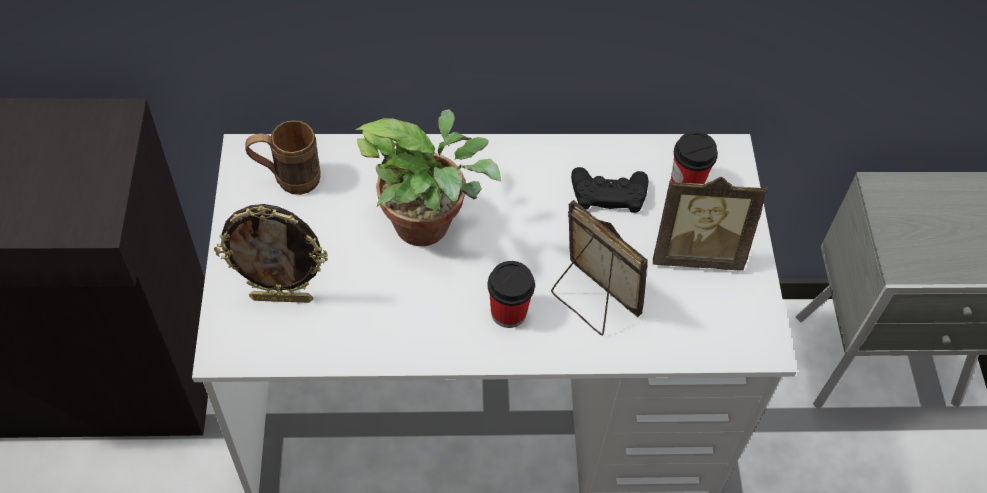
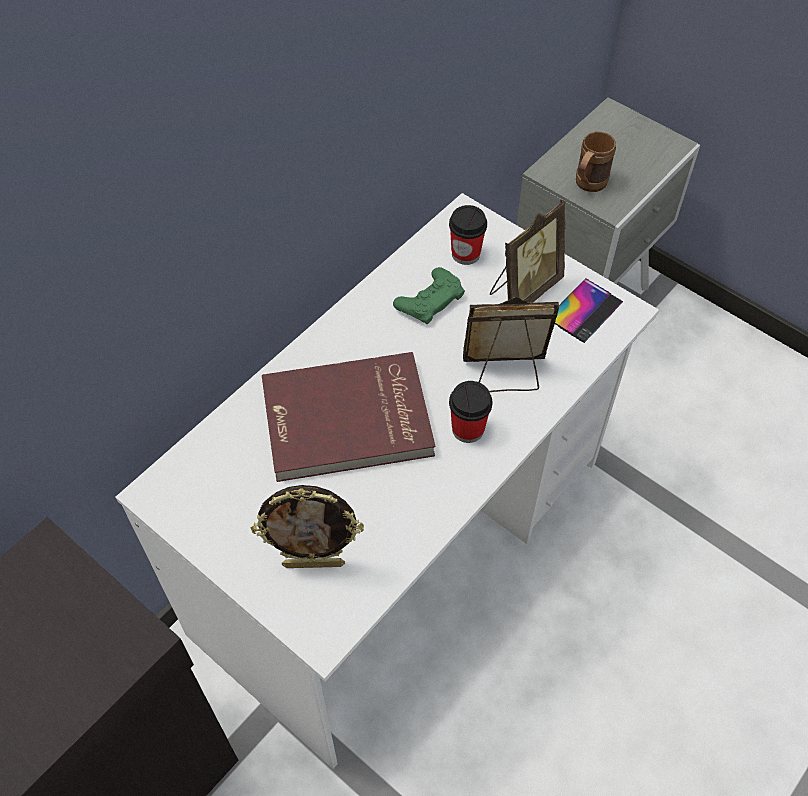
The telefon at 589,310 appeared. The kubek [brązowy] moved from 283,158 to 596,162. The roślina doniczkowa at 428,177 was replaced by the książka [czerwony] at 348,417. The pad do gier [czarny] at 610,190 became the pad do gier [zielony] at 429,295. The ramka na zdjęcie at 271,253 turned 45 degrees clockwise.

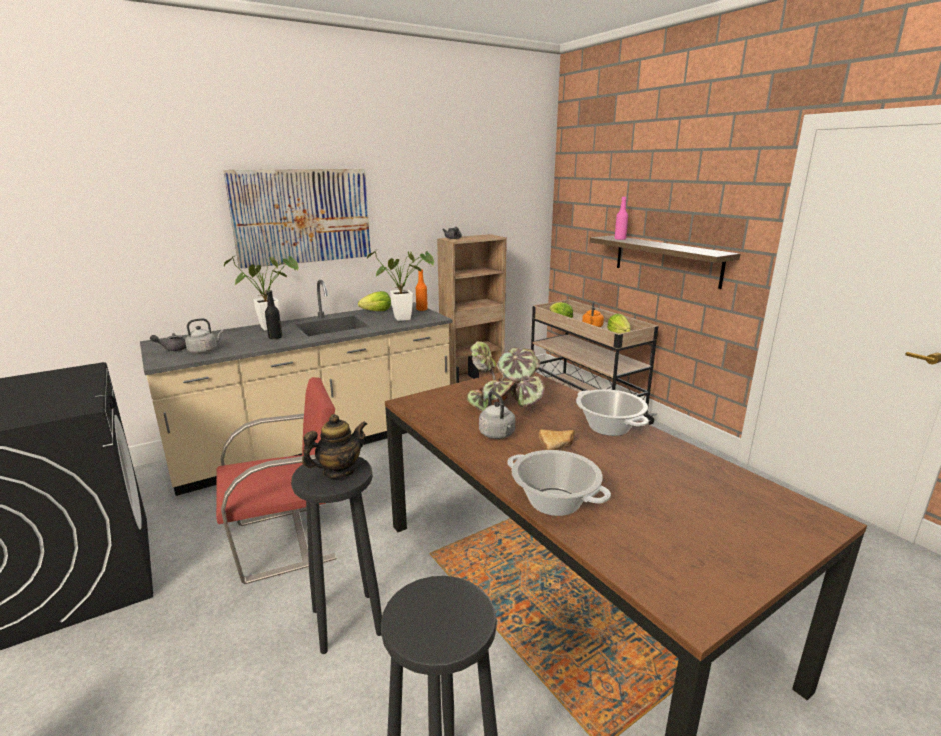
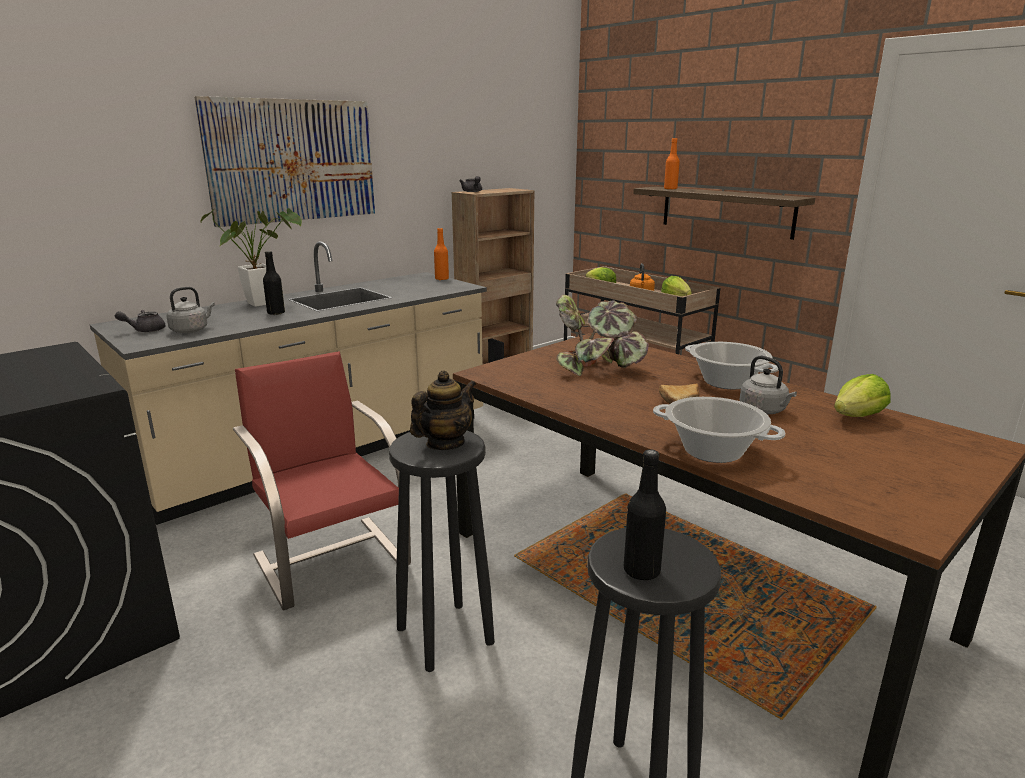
The roślina doniczkowa at 400,285 disappeared. The butelka [czarny] at 645,514 appeared. The sałata moved from 374,301 to 862,395. The czajnik [szary] moved from 497,415 to 768,385. The butelka [różowy] at 621,218 became the butelka [pomarańczowy] at 672,164. The krzesło [czerwony] at 276,480 turned 90 degrees counterclockwise.

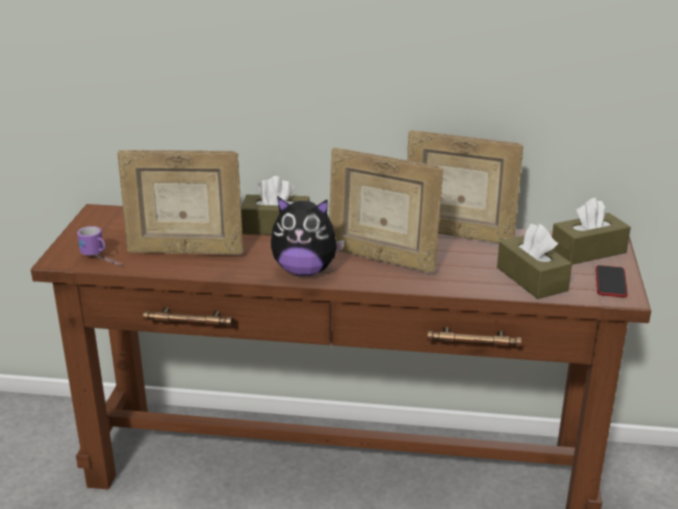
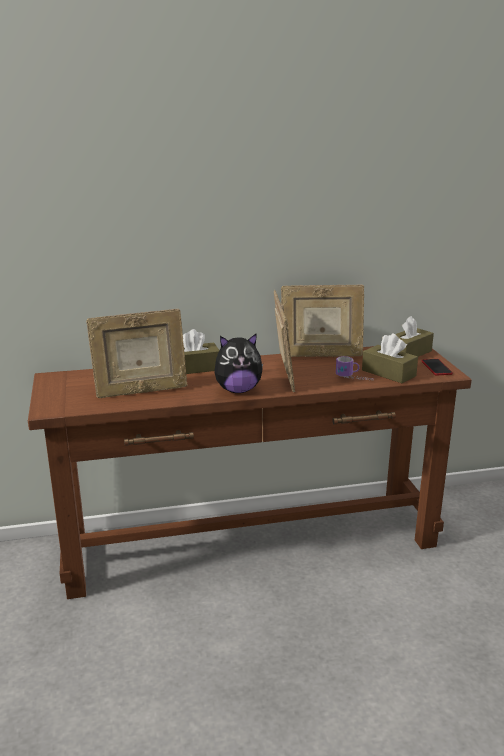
The kubek moved from 99,246 to 354,368. The ramka na zdjęcie at 386,210 turned 105 degrees counterclockwise.

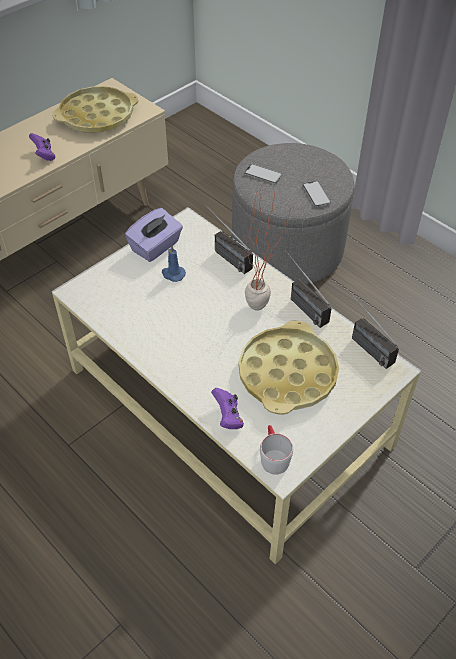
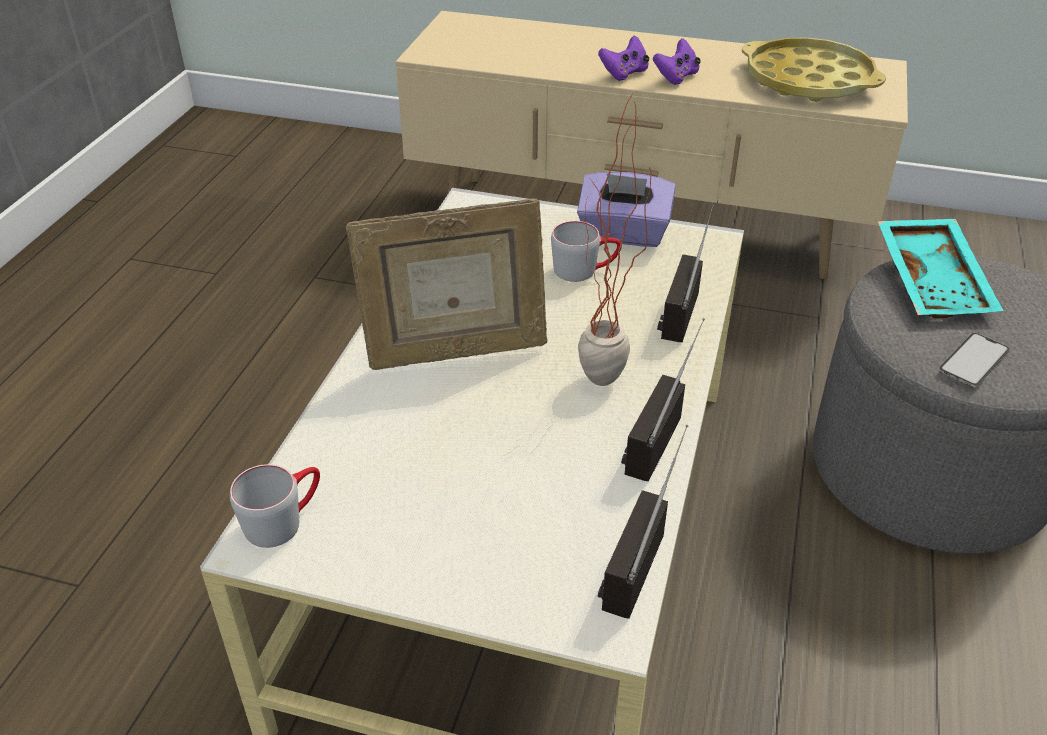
The taca [żółty] at 289,367 disappeared. The ramka na zdjęcie at 447,284 appeared. The pad do gier [fioletowy] moved from 227,408 to 623,58. The świeca [niebieski] at 174,263 was replaced by the kubek [szary] at 586,251. The telefon at 263,174 was replaced by the taca [turkusowy] at 940,268.

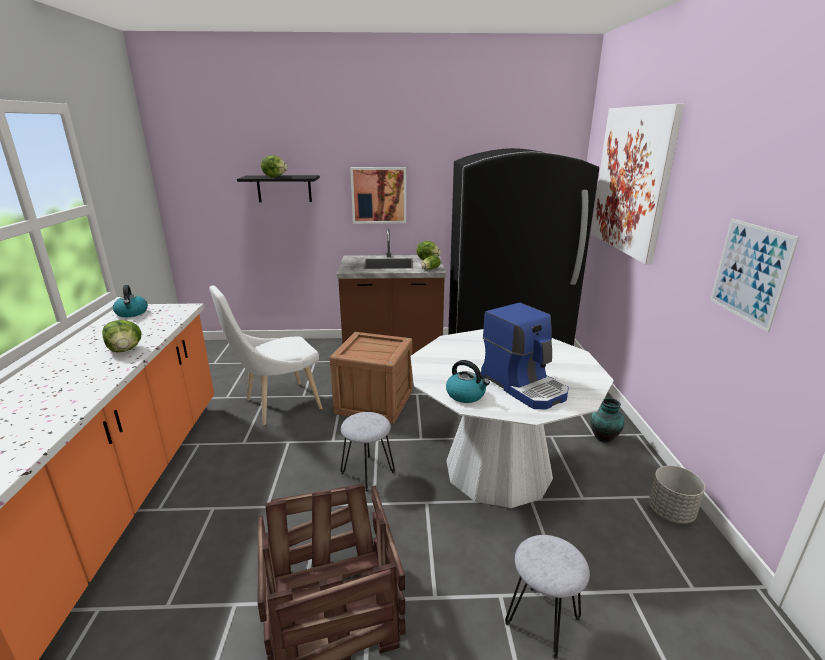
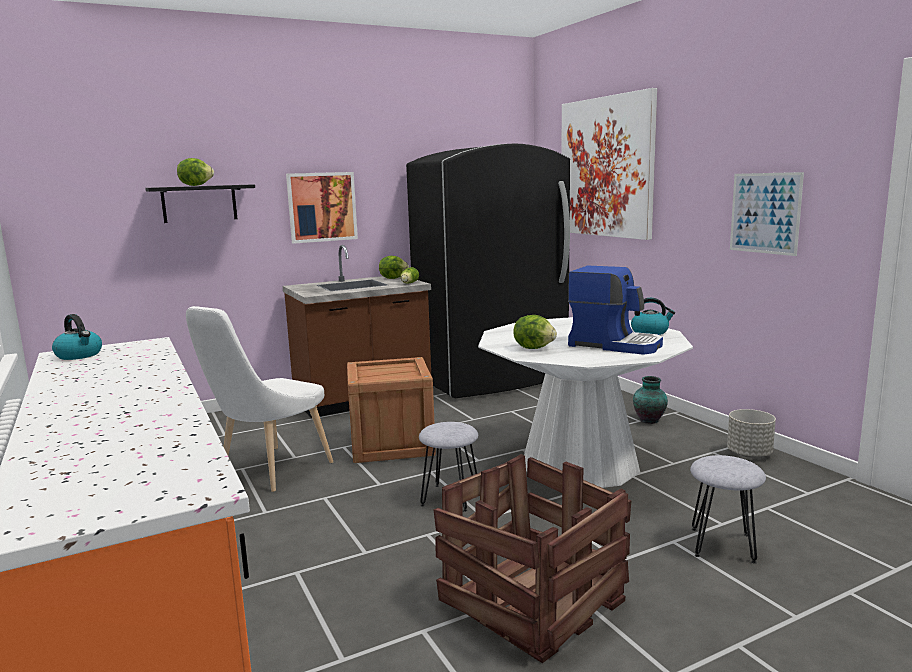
The sałata moved from 122,336 to 535,332. The czajnik moved from 468,381 to 653,316.

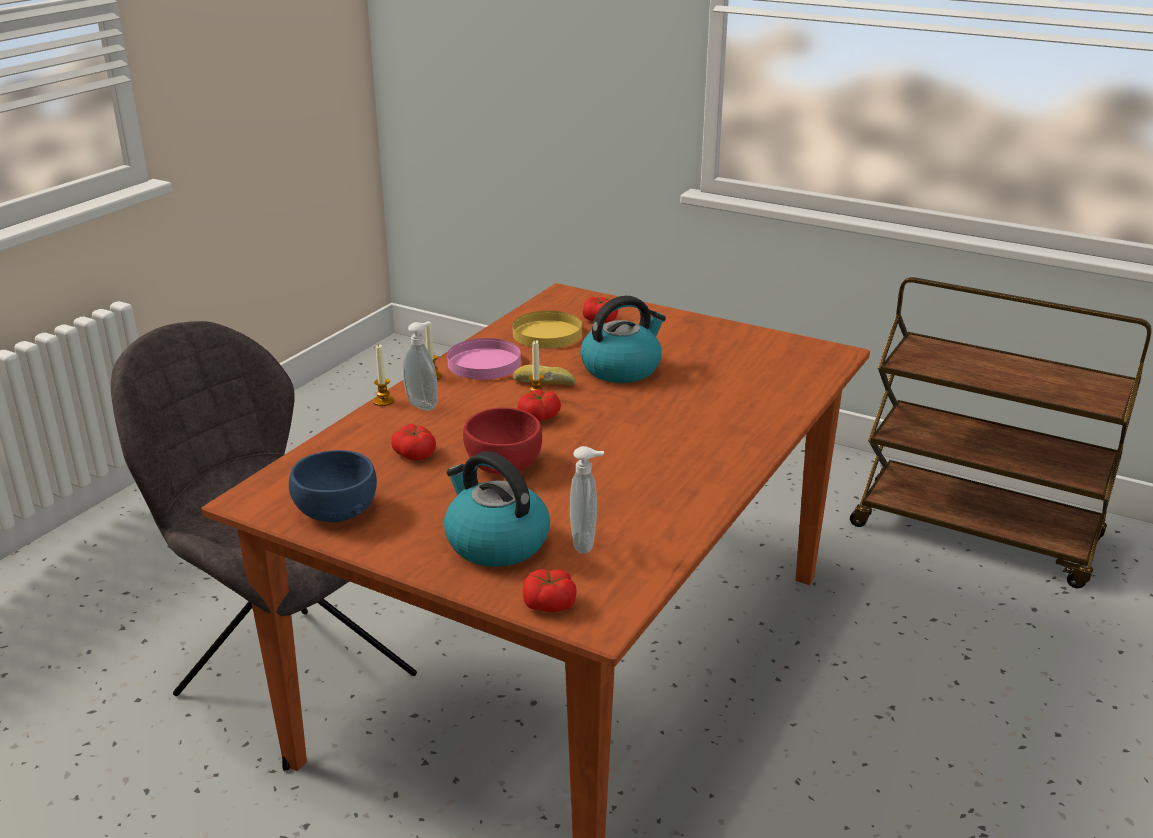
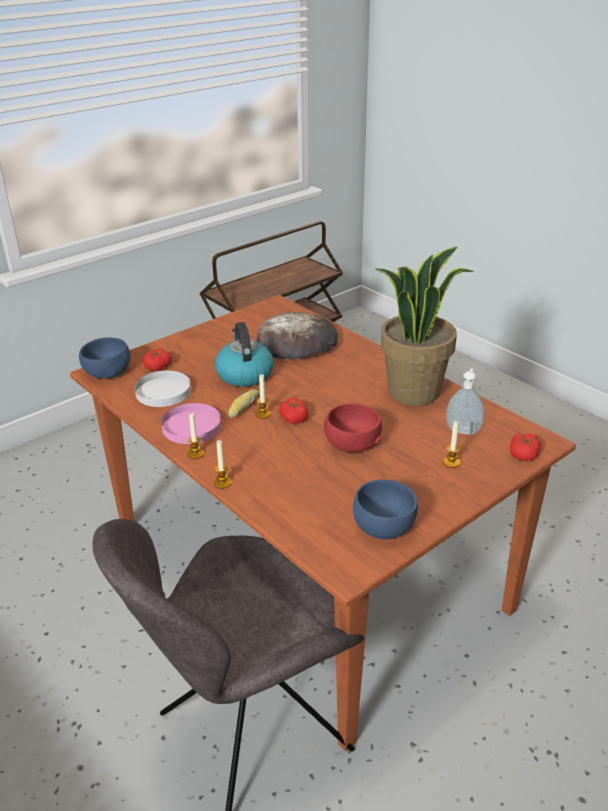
The pomidor at 413,442 disappeared. The dozownik mydła at 420,366 disappeared. The miska [niebieski] at 105,358 appeared. The chleb at 297,336 appeared. The roślina doniczkowa at 425,326 appeared. The czajnik at 497,509 was replaced by the świeca at 452,444. The talerz [żółty] at 547,330 became the talerz [biały] at 163,389.

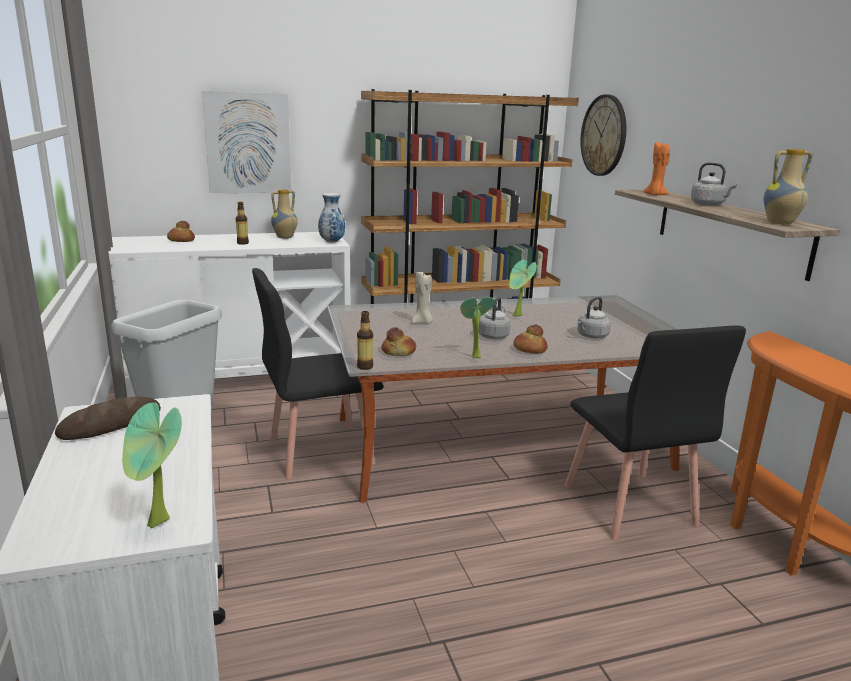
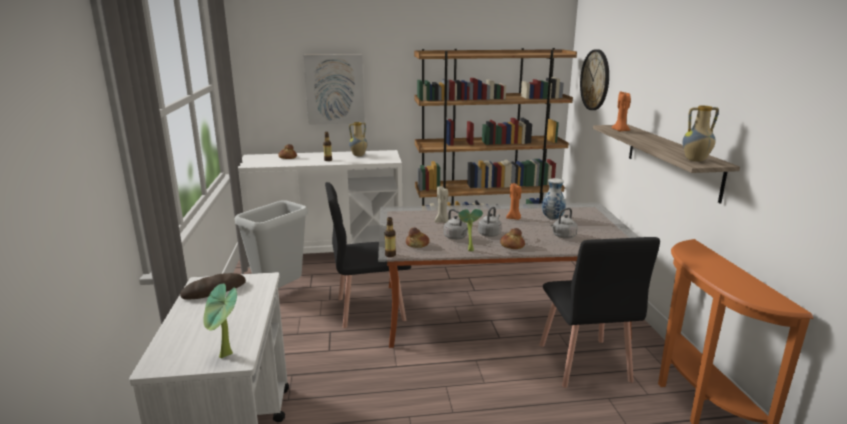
The wazon moved from 331,218 to 554,199. The czajnik [szary] moved from 714,184 to 456,224. The roślina doniczkowa at 523,288 was replaced by the świeca [pomarańczowy] at 513,201.

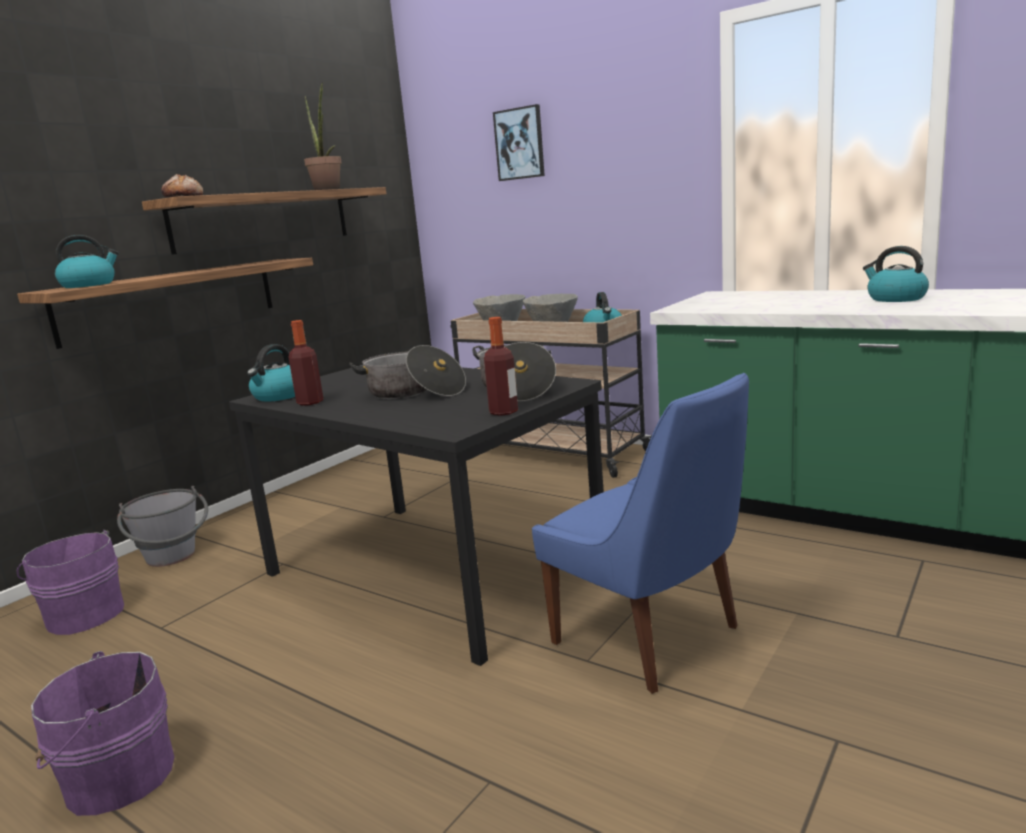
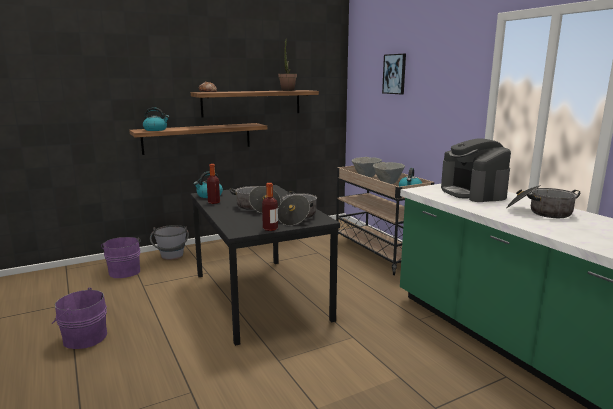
The krzesło [niebieski] at 640,533 disappeared. The ekspres do kawy at 476,170 appeared. The czajnik at 896,274 was replaced by the garnek at 543,201.

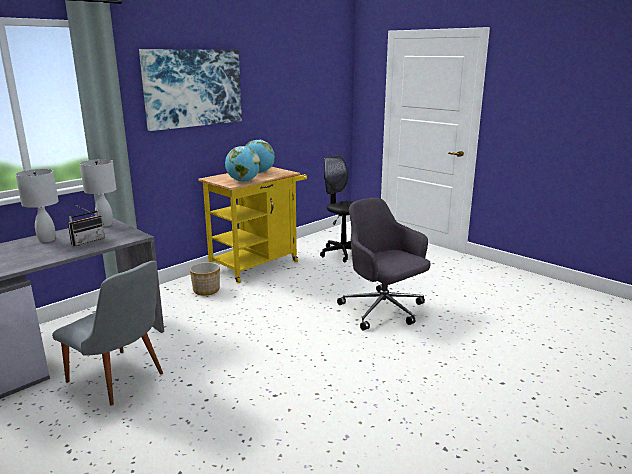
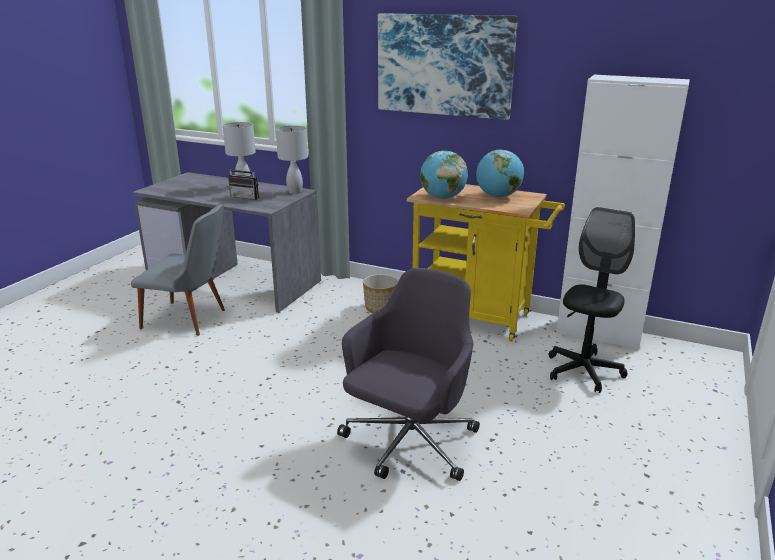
The szafka [biały] at 623,212 appeared. The krzesło [szary] at 107,333 turned 90 degrees counterclockwise.

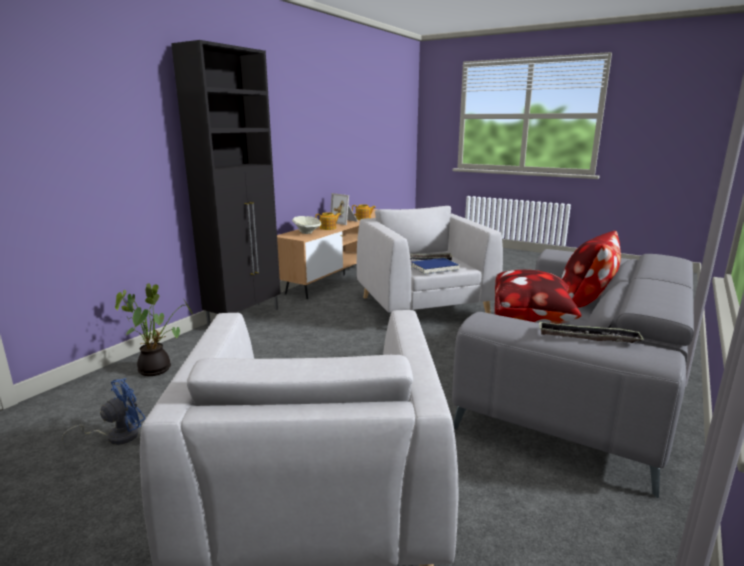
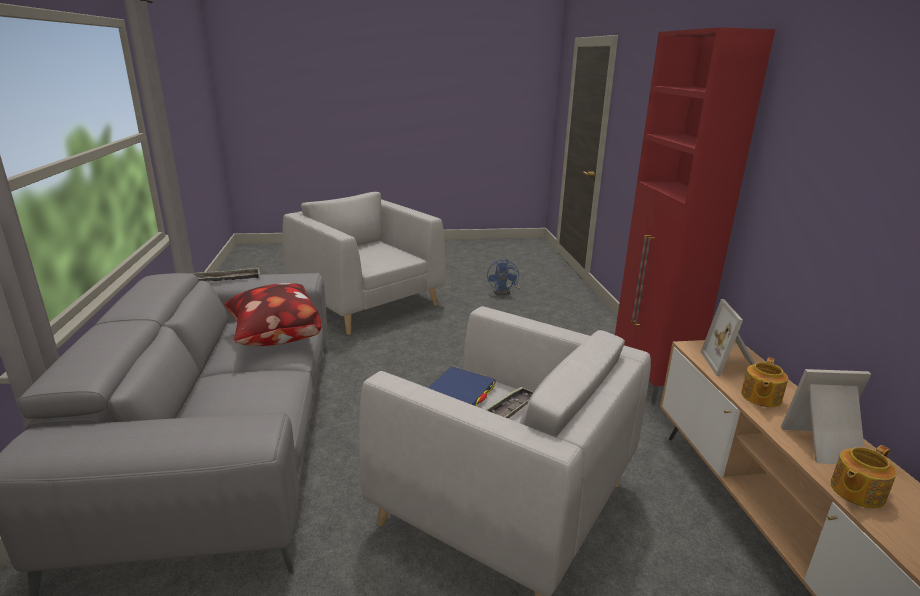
The roślina doniczkowa at 154,329 disappeared. The poduszka at 591,269 disappeared. The miska [beżowy] at 306,225 was replaced by the ramka na zdjęcie at 728,337. The szafka [czarny] at 226,183 became the szafka [czerwony] at 695,215.

